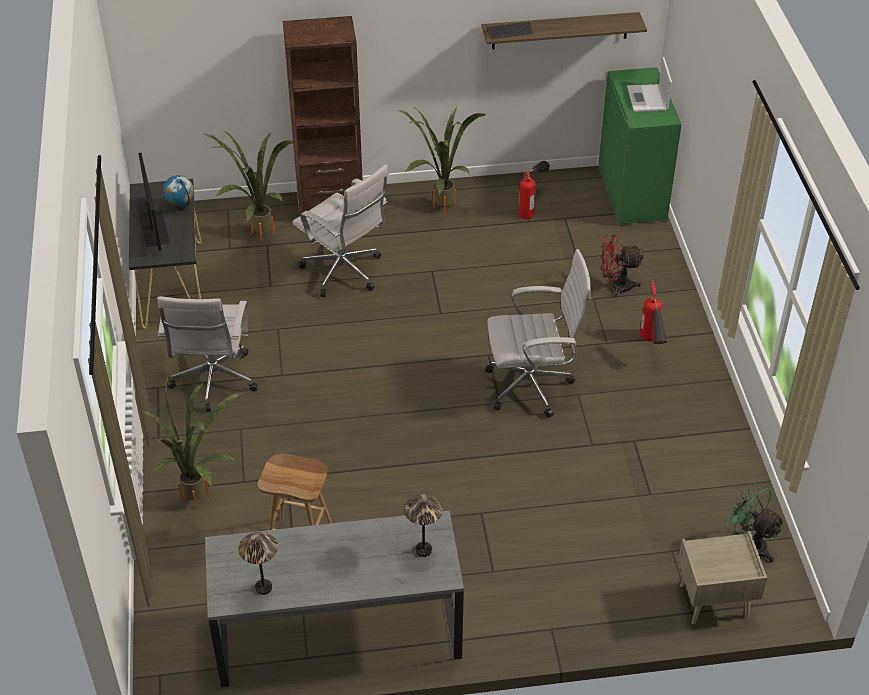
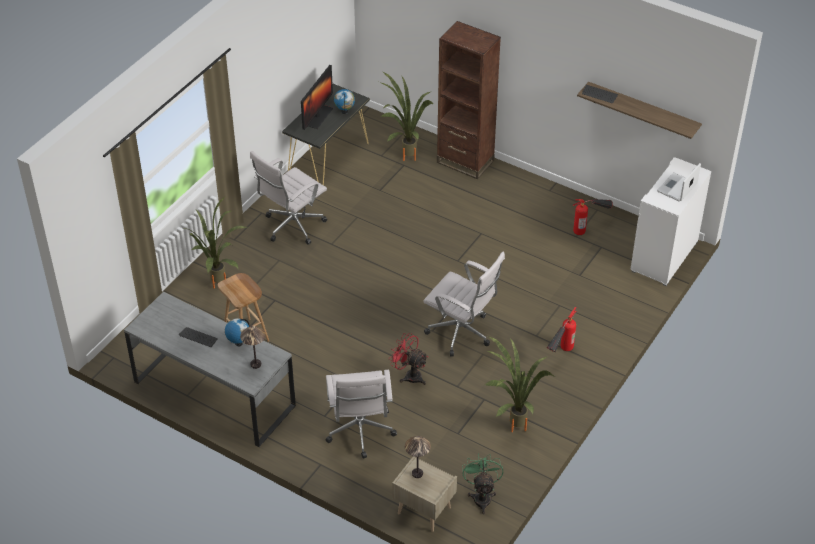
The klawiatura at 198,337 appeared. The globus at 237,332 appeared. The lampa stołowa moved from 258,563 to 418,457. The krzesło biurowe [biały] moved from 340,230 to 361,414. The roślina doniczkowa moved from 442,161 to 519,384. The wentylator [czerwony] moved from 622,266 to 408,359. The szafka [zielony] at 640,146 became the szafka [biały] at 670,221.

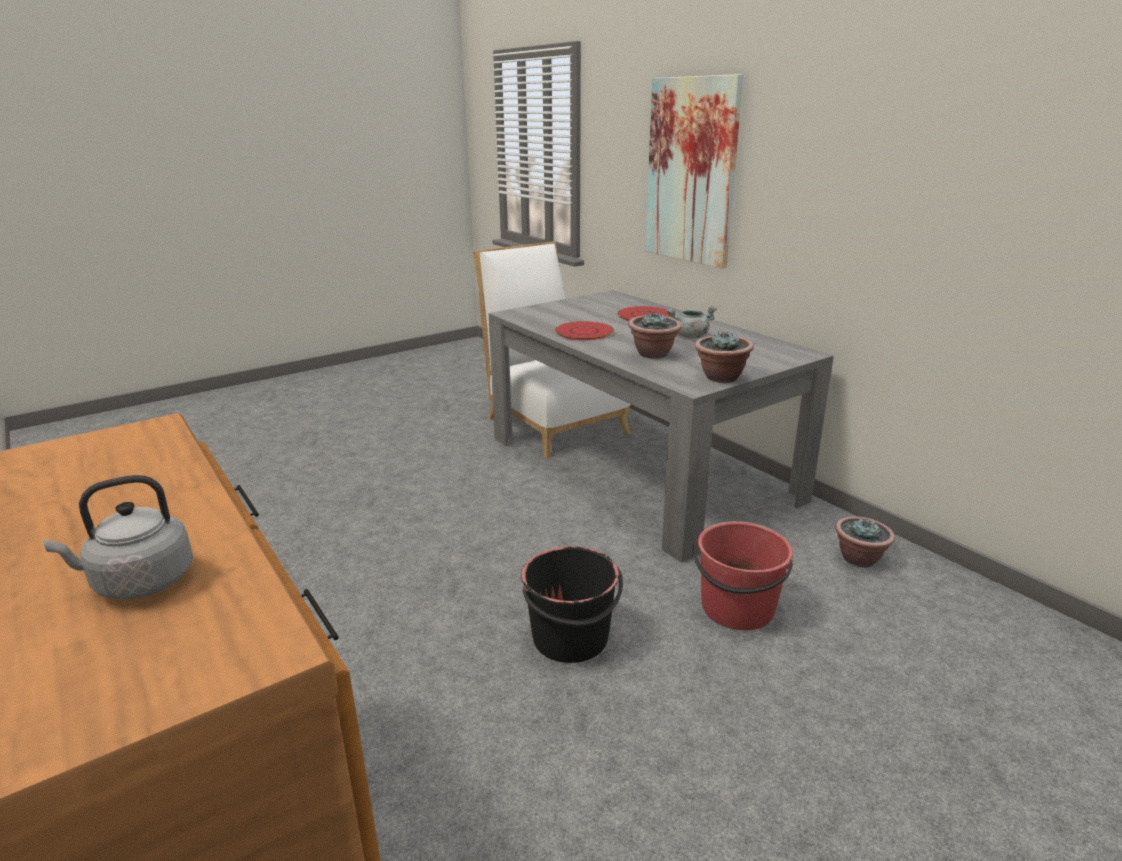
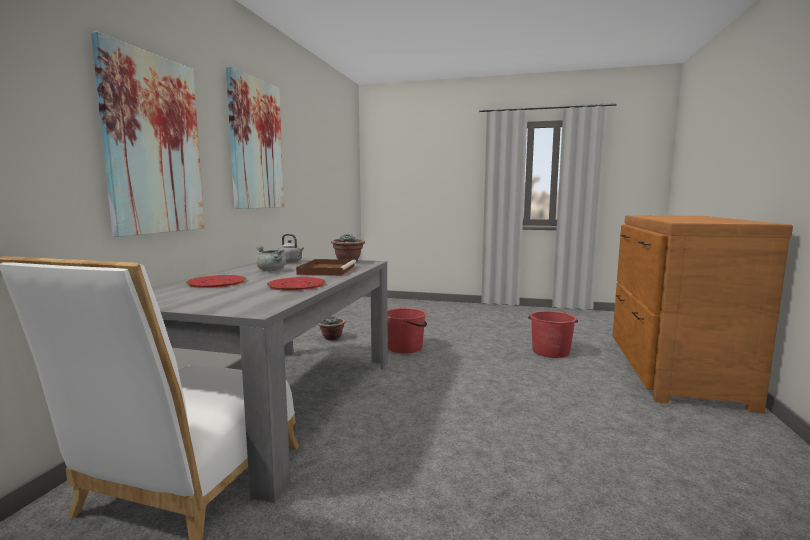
The wiadro [czarny] at 572,604 disappeared. The obraz at 255,137 appeared. The wiadro [czerwony] at 553,334 appeared. The czajnik [szary] moved from 118,537 to 292,248. The roślina doniczkowa at 655,335 was replaced by the taca [brązowy] at 326,267.

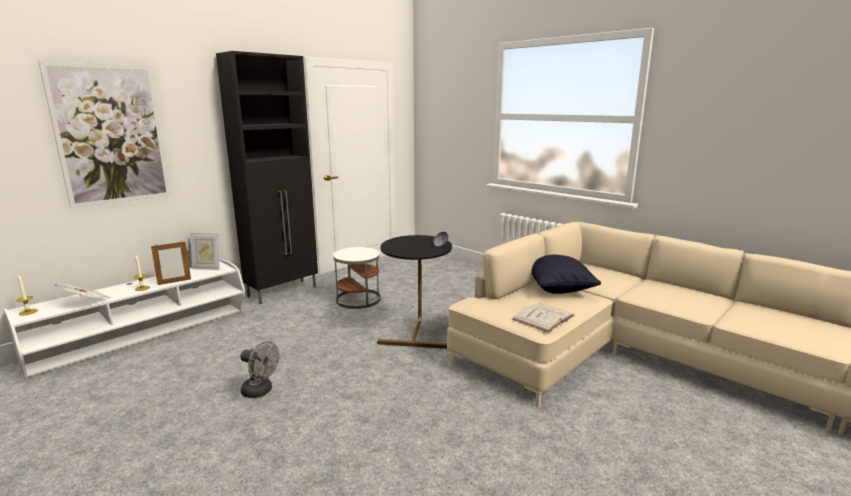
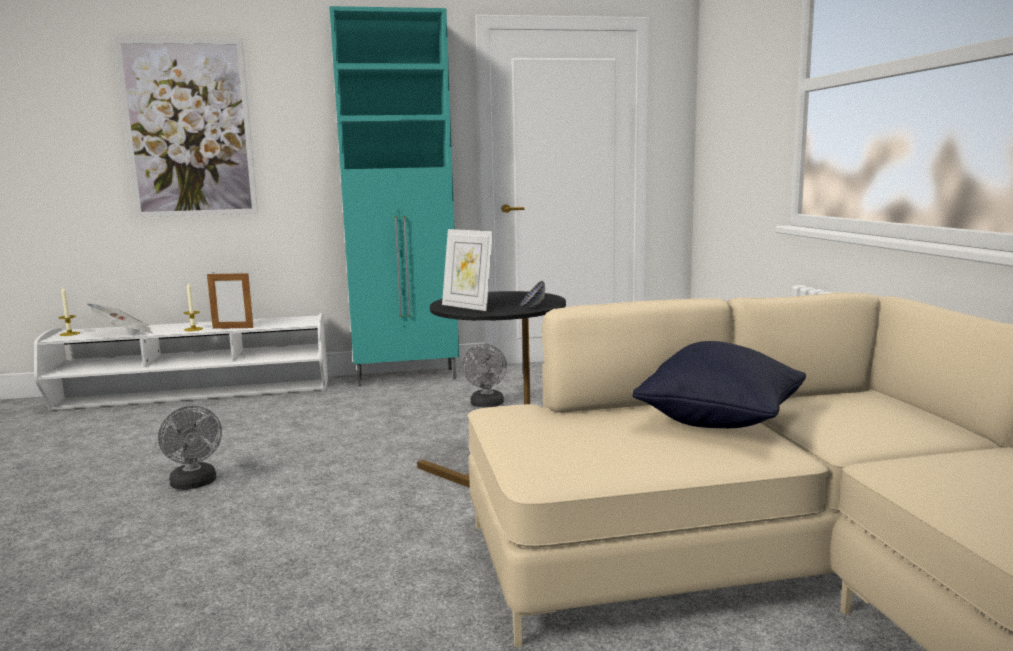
The książka [biały] at 543,317 disappeared. The ramka na zdjęcie moved from 205,251 to 467,270. The stolik [biały] at 357,278 was replaced by the wentylator [szary] at 484,375. The szafka [czarny] at 267,177 became the szafka [turkusowy] at 394,196.

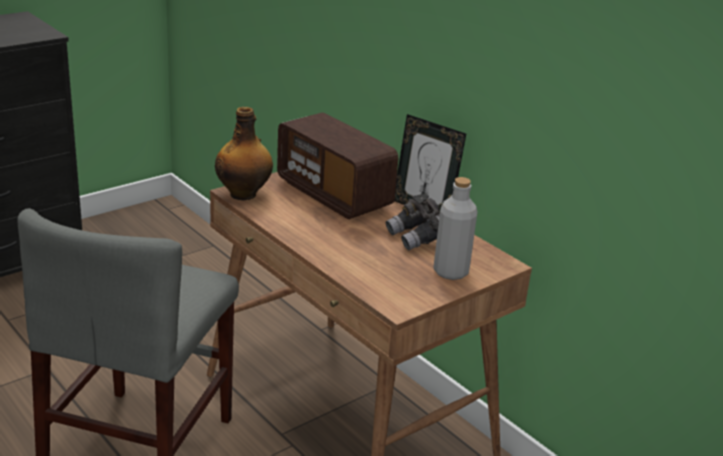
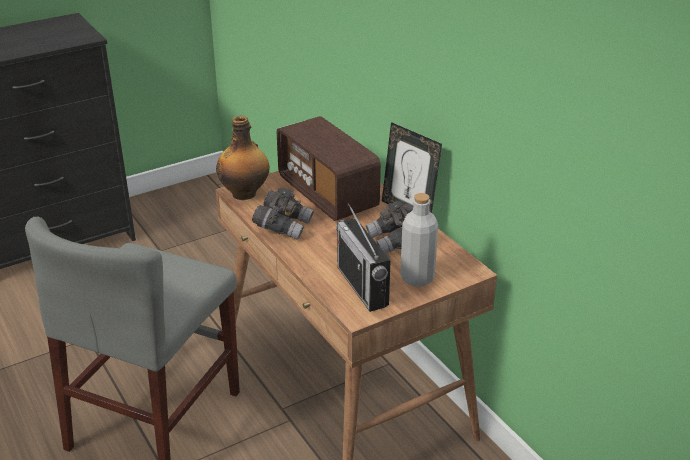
The lornetka [szary] at 283,214 appeared. The radio at 363,257 appeared.

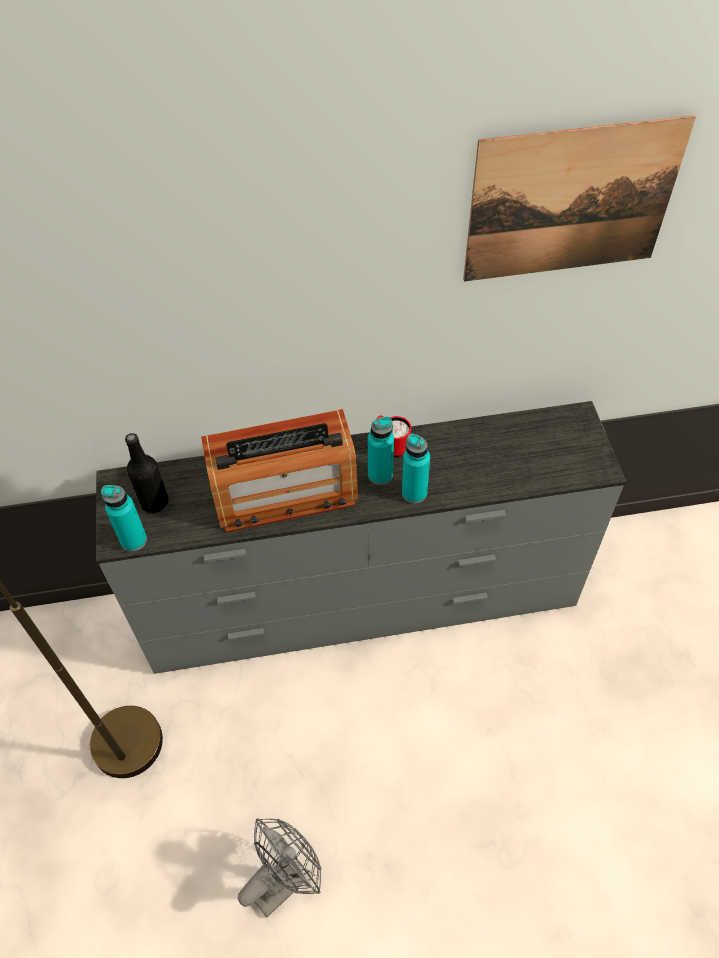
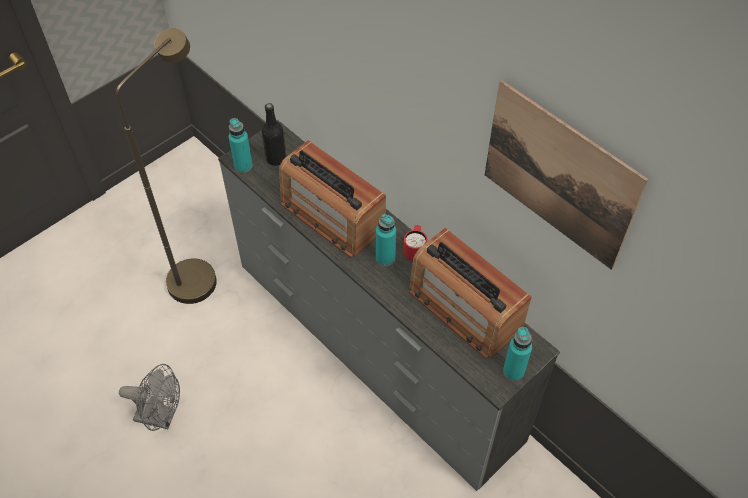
The radio at 470,293 appeared. The butelka [turkusowy] moved from 416,468 to 517,354.

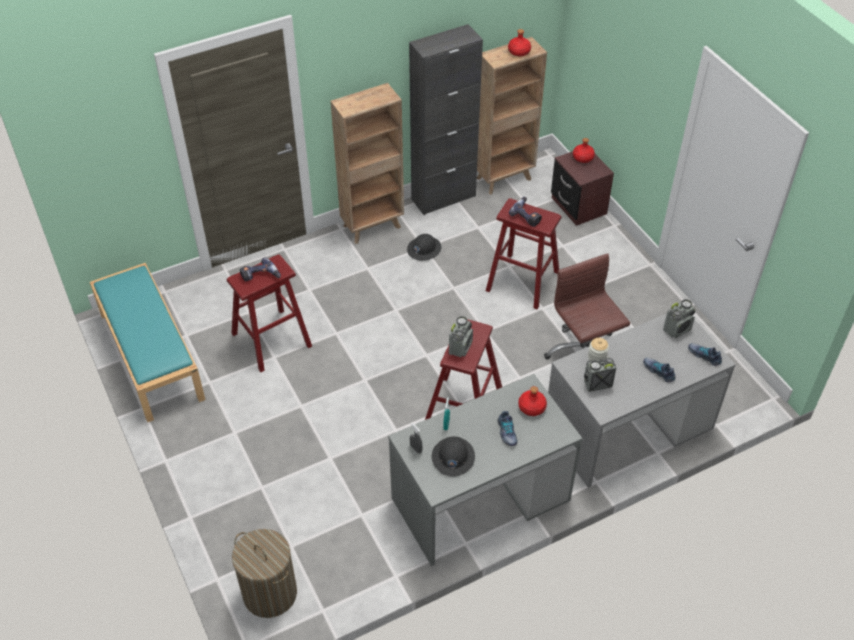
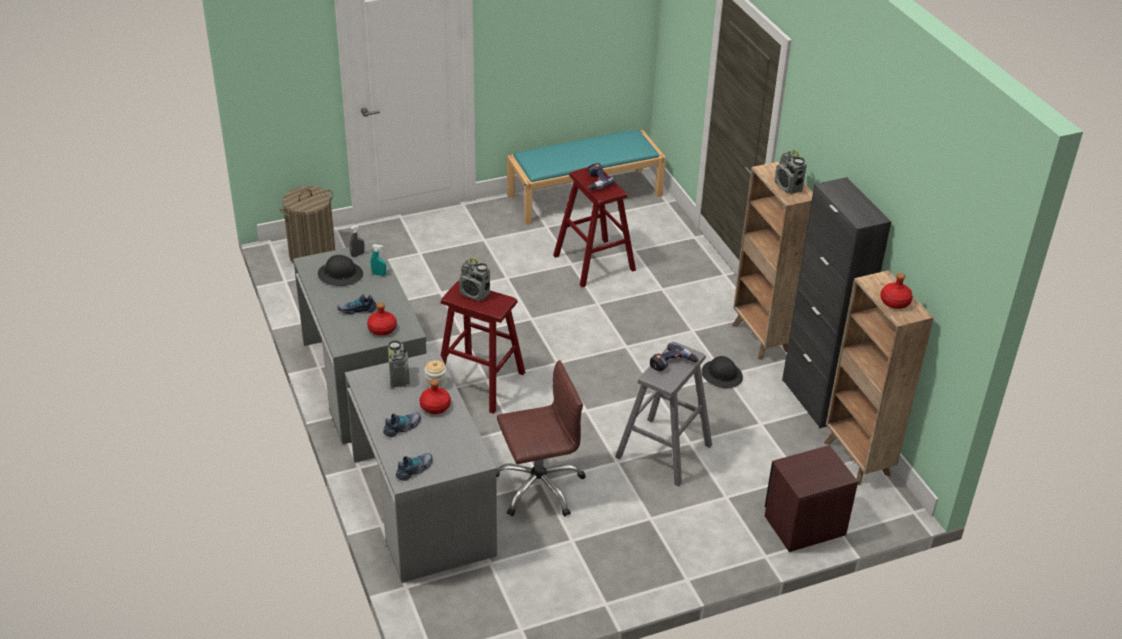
The butelka [czerwony] moved from 584,150 to 435,396. The radio moved from 679,318 to 791,172. The stołek [czerwony] at 524,253 became the stołek [szary] at 663,414.

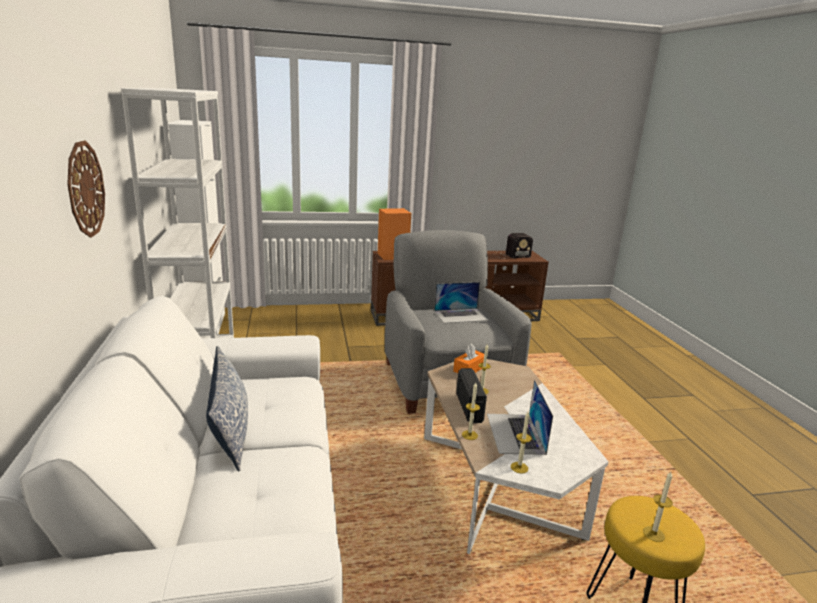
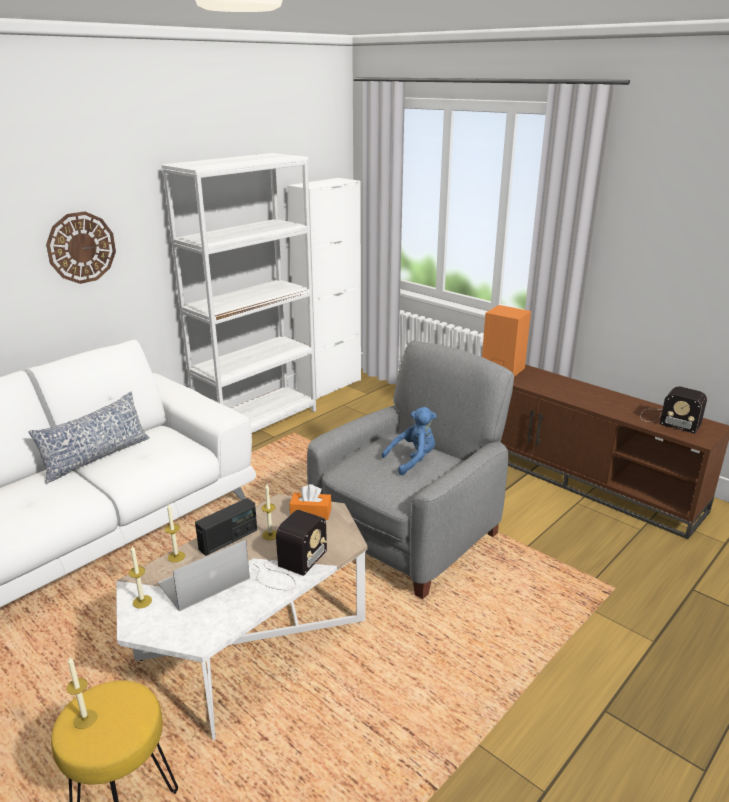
The radio at 290,550 appeared. The laptop at 461,302 was replaced by the pluszak [niebieski] at 409,441.

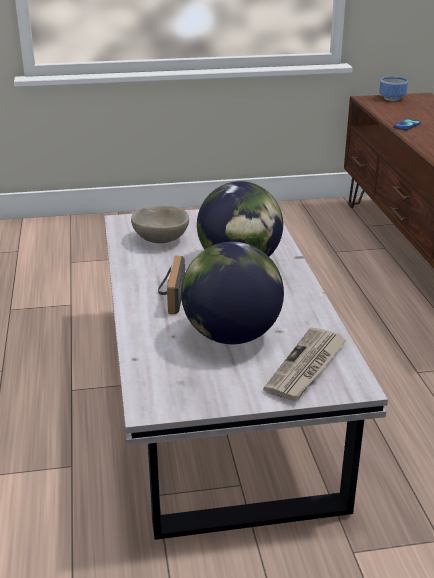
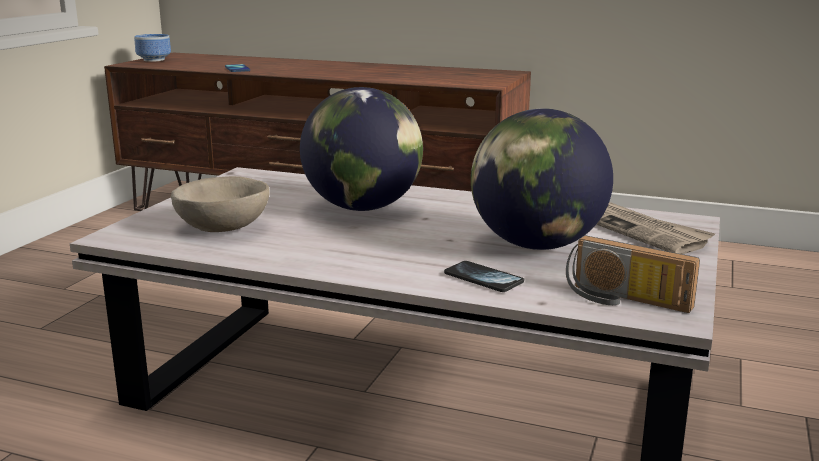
The telefon at 484,276 appeared. The radio moved from 171,285 to 633,274.

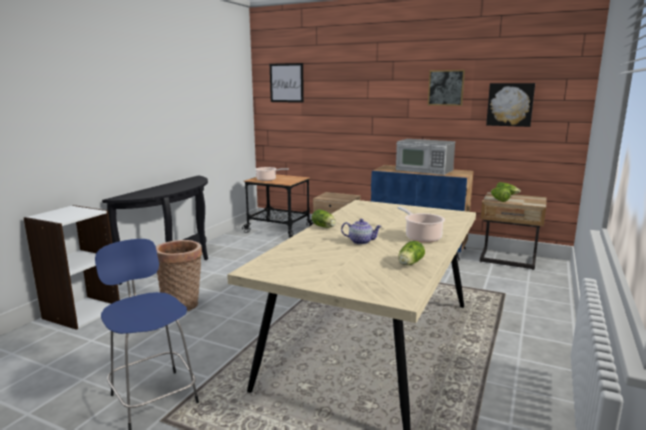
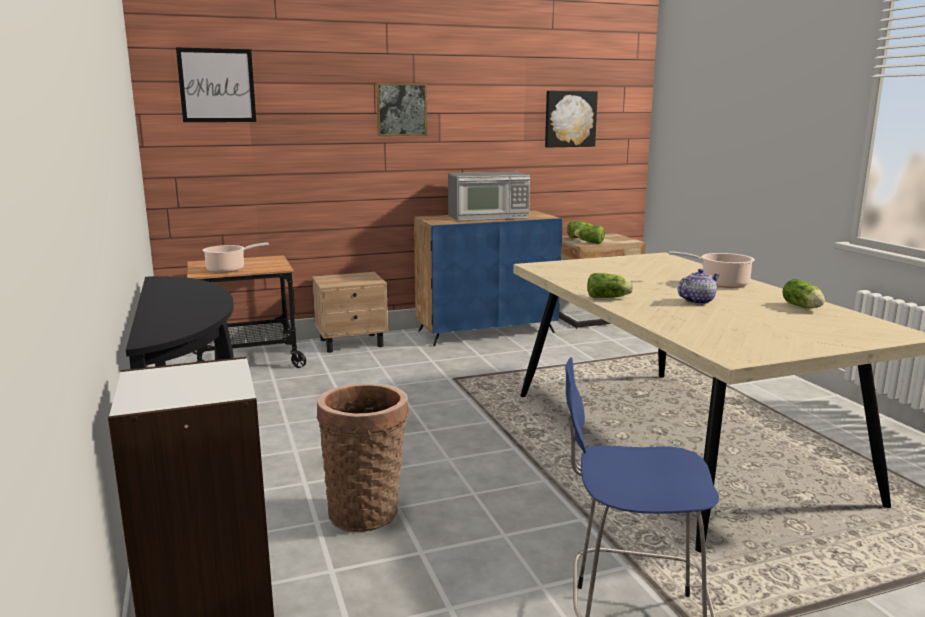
The obraz moved from 446,88 to 401,109.

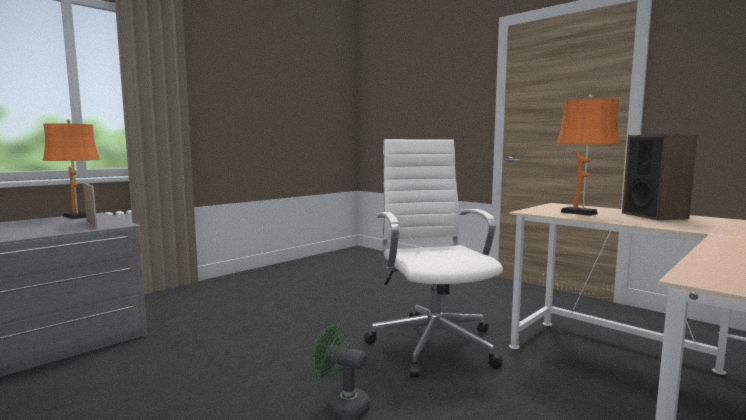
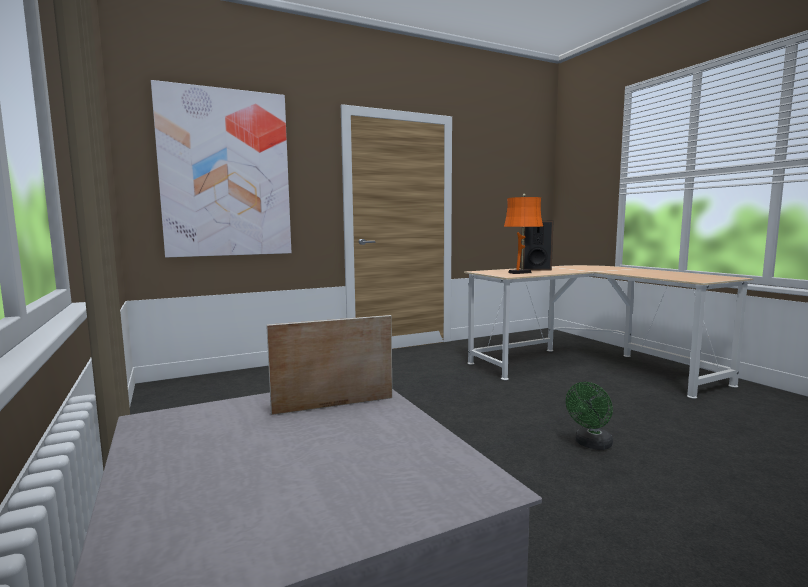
The lampa stołowa [pomarańczowy] at 71,169 disappeared. The krzesło biurowe [biały] at 433,258 disappeared. The obraz at 221,168 appeared.

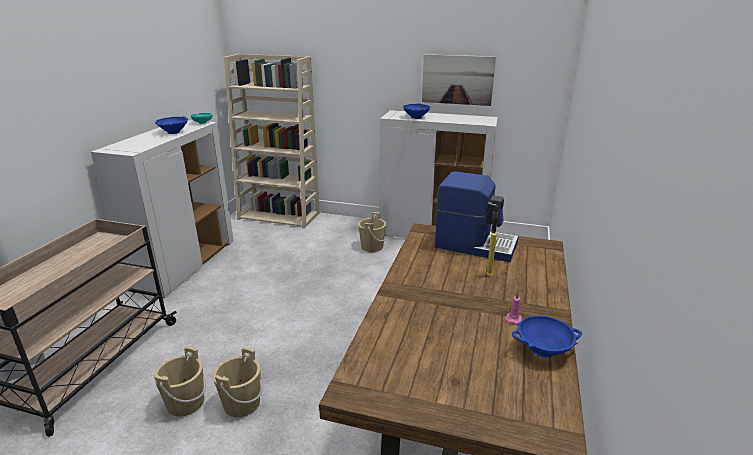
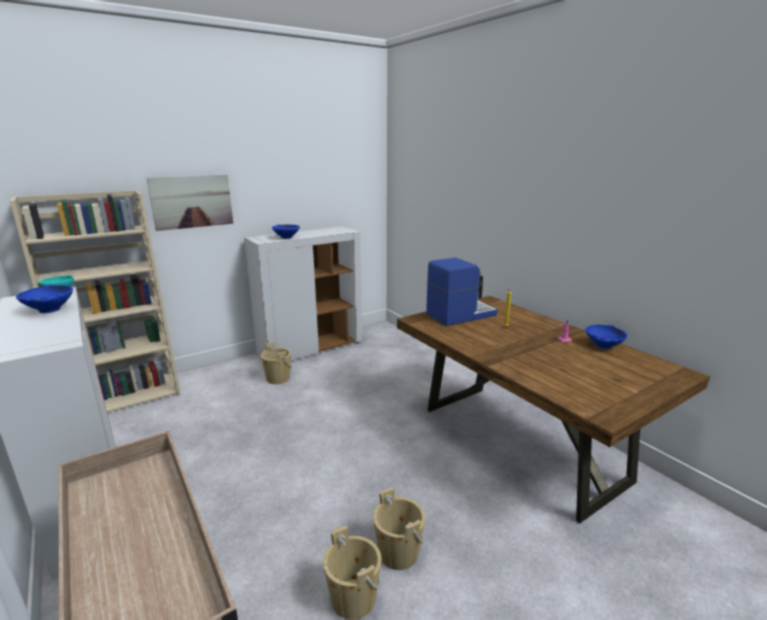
The obraz moved from 459,80 to 190,202.

